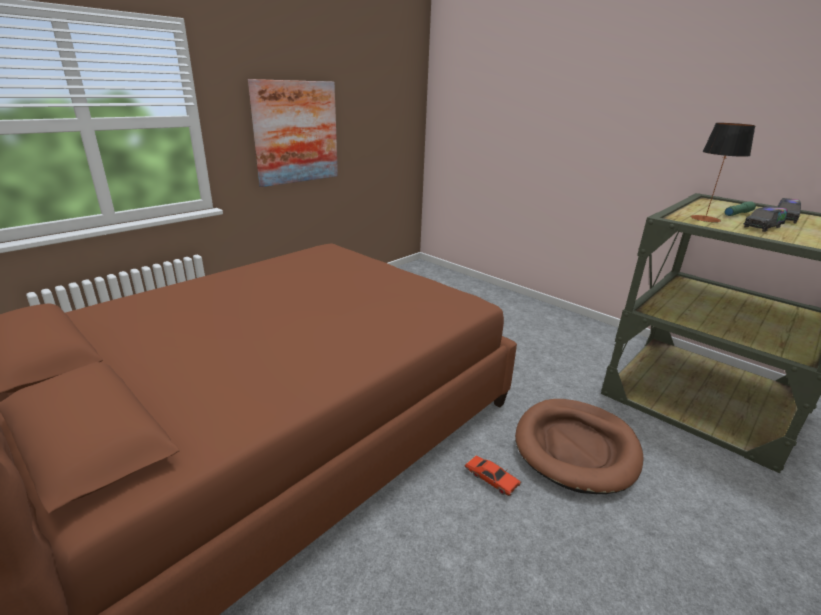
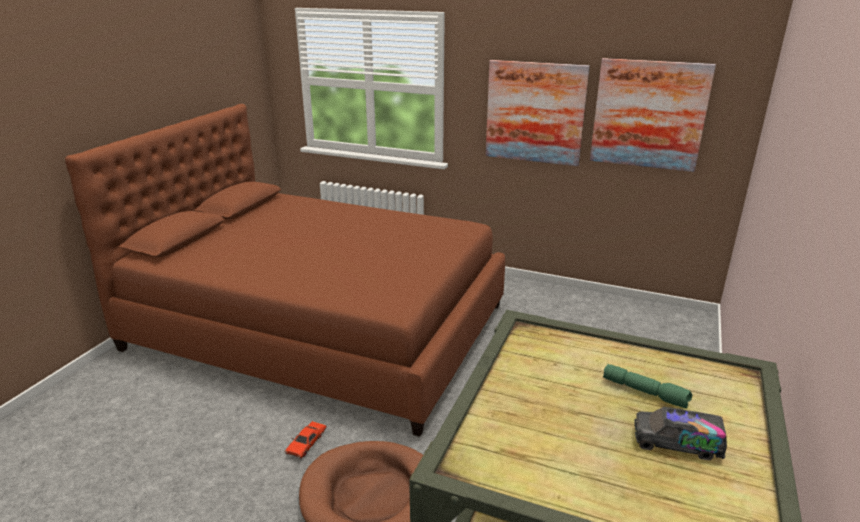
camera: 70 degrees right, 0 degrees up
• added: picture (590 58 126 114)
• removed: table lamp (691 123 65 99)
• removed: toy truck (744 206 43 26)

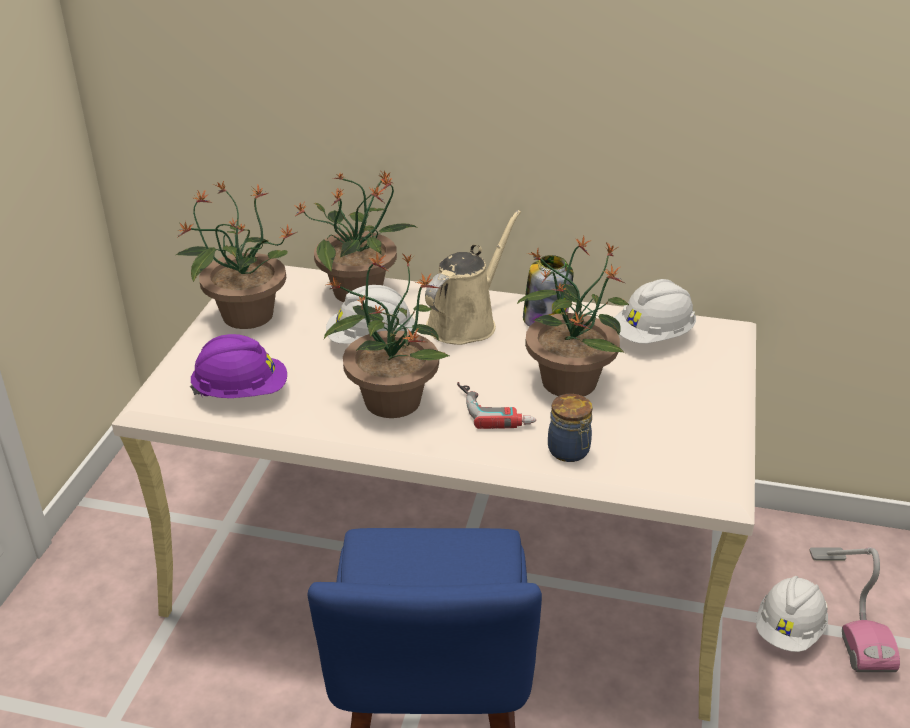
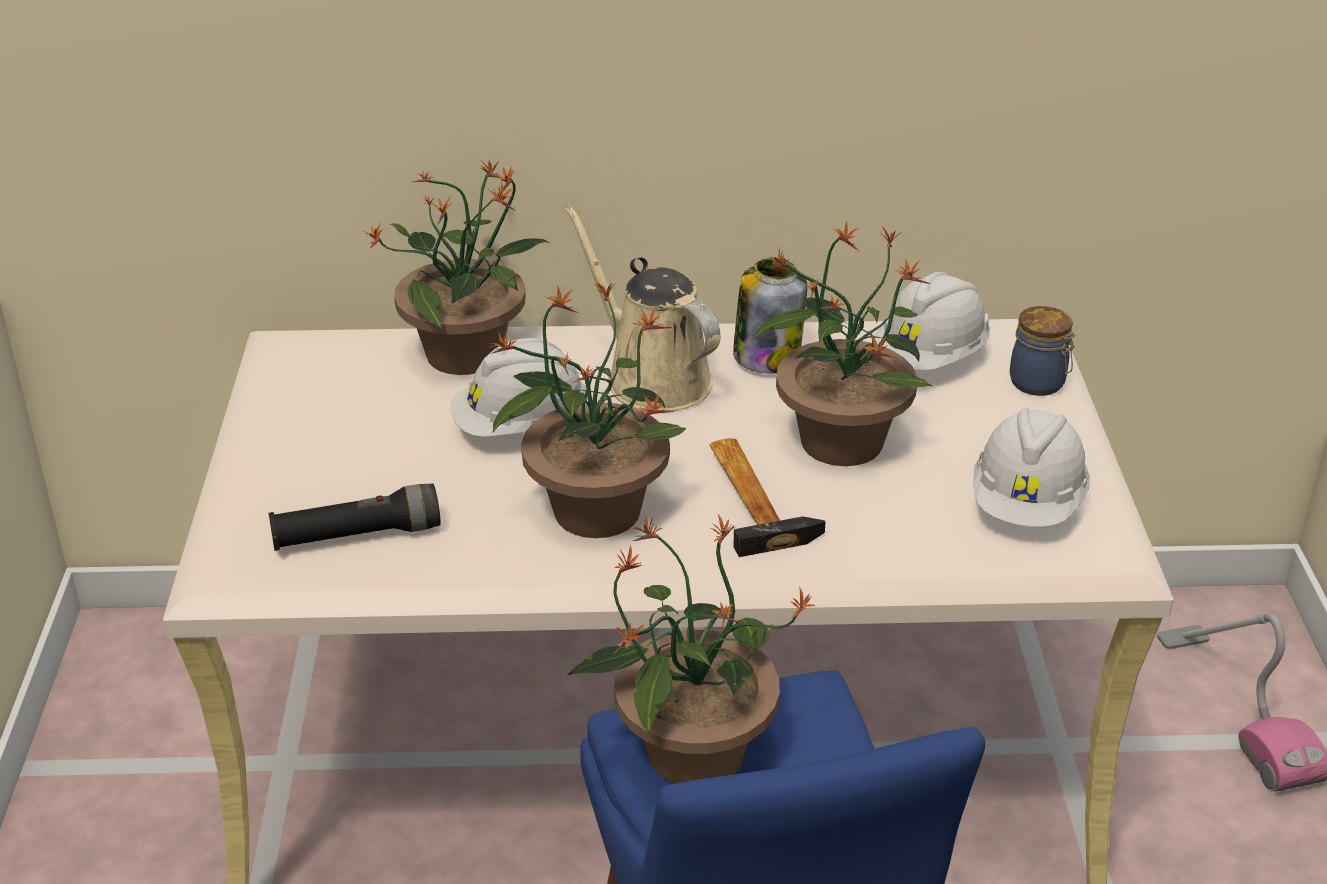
camera: 15 degrees left, 0 degrees up
• replaced: purple hard hat (190 334 97 64) to black flashlight (268 484 173 67)
• turned: beige watering can (425 210 96 135) = (564 205 157 206) 60 degrees counterclockwise
• moved: potted plant (176 180 121 149) to (568 514 248 270)
• replaced: power drill (457 382 79 47) to hammer (709 438 116 119)
• moved: white hard hat (756 576 72 76) to (973 408 117 119)
• moved: jar (548 394 45 68) to (1010 306 65 90)

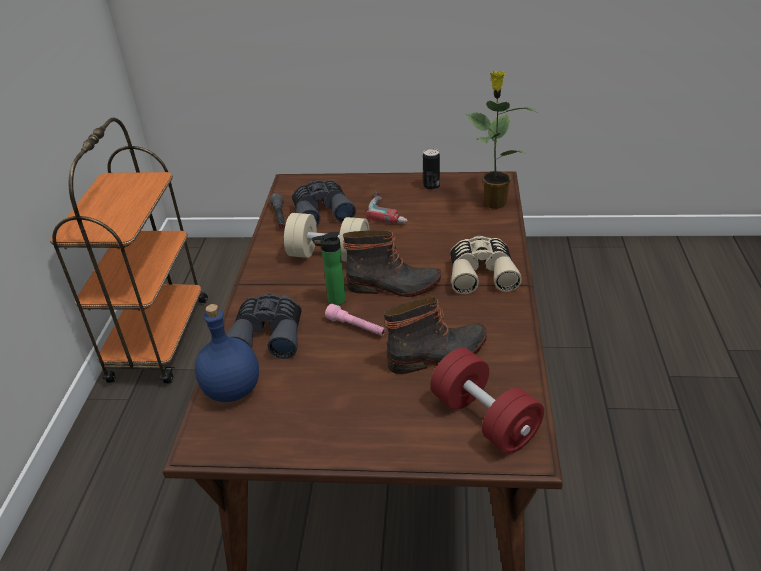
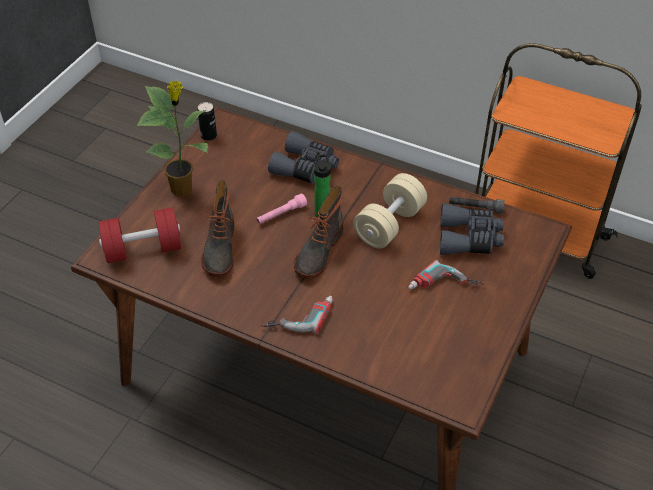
camera: 110 degrees right, 10 degrees up
• moved: potted plant (465 71 73 138) to (137 81 71 116)
• moved: can (423 148 17 42) to (197 102 20 39)
• replaced: beige binoculars (450 236 72 58) to power drill (261 296 72 38)
• removed: blue bottle (195 304 64 98)

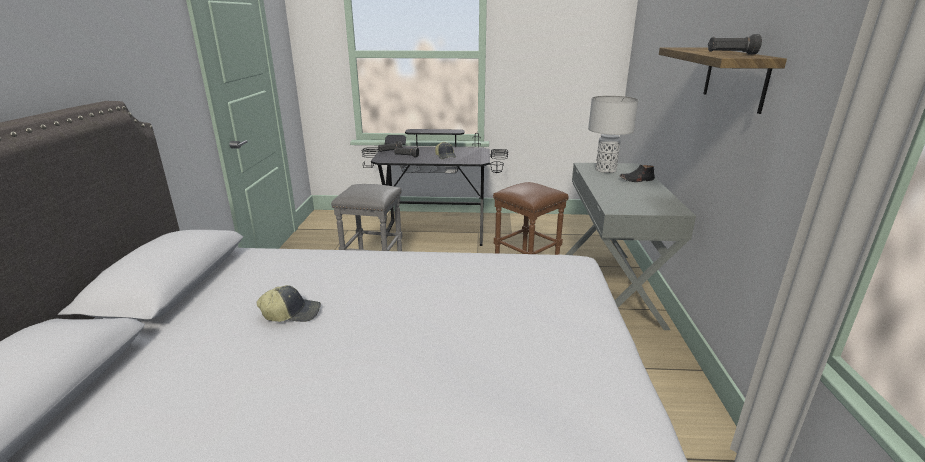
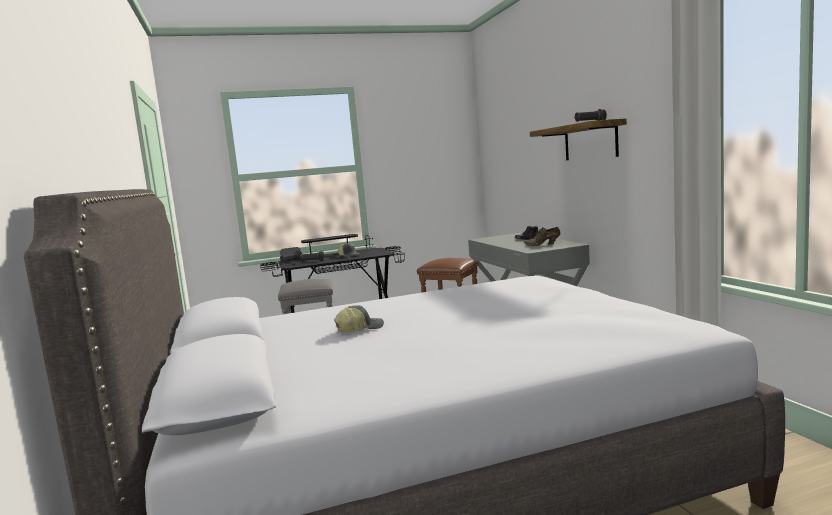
camera: 20 degrees left, 15 degrees down
• added: brown shoe (524 227 37 19)
• removed: white table lamp (588 96 50 77)

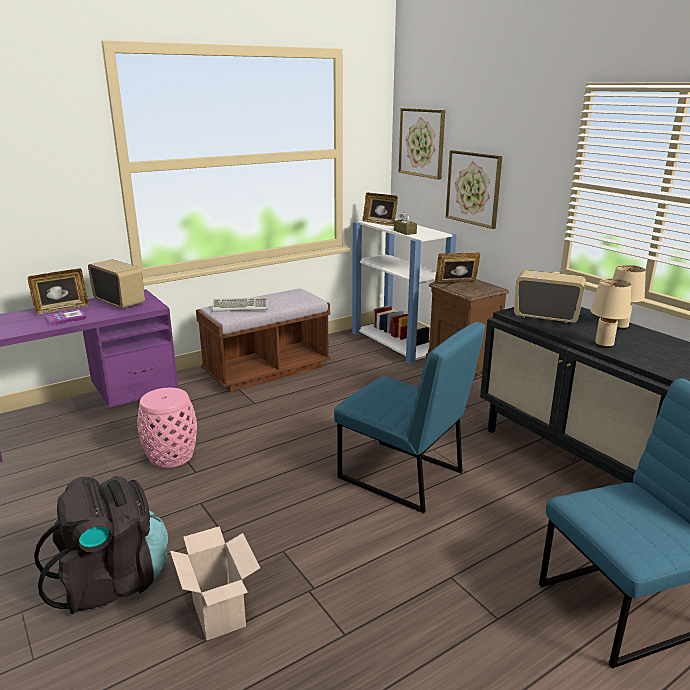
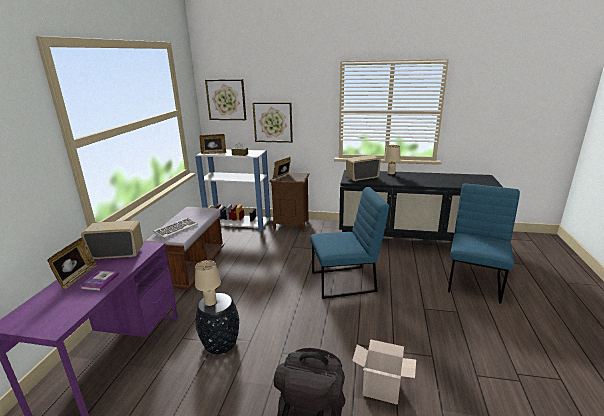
camera: 45 degrees left, 0 degrees up
• moved: beige table lamp (591 279 40 69) to (195 260 26 47)
• recoloured: pink stool (137 388 60 80) to black stool (196 293 43 61)

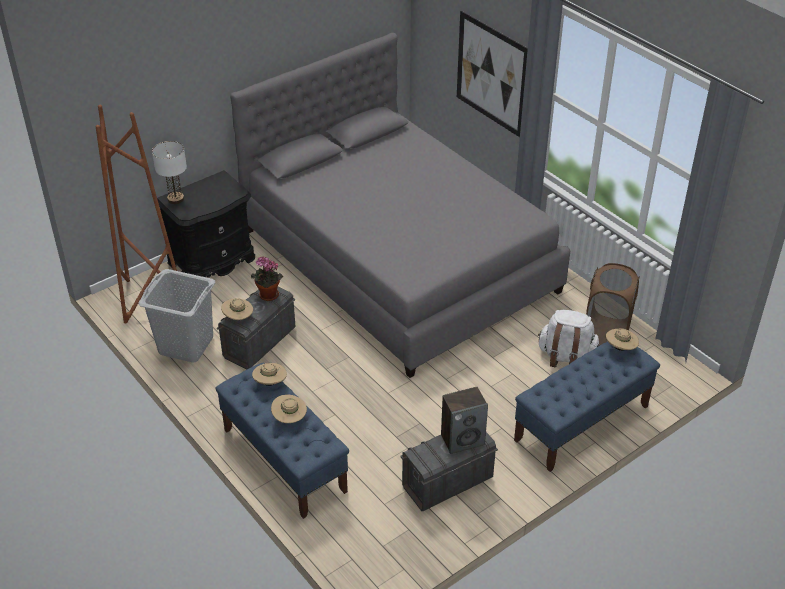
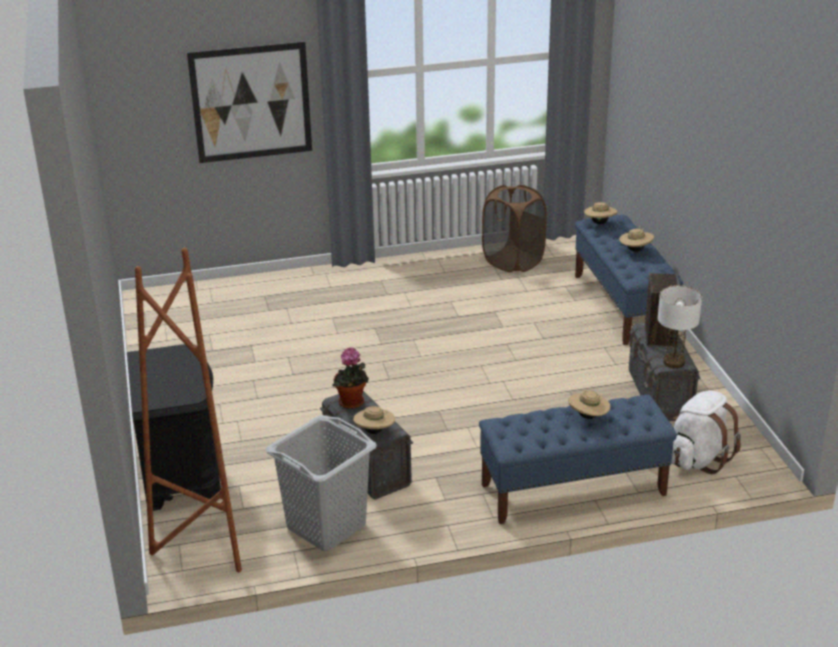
camera: 65 degrees left, 10 degrees down
• moved: beige hat (252 363 35 23) to (619 229 35 23)
• moved: table lamp (152 141 35 63) to (658 285 44 84)
• moved: white backpack (538 310 61 57) to (671 390 70 84)
• removed: grey bed (230 33 340 345)

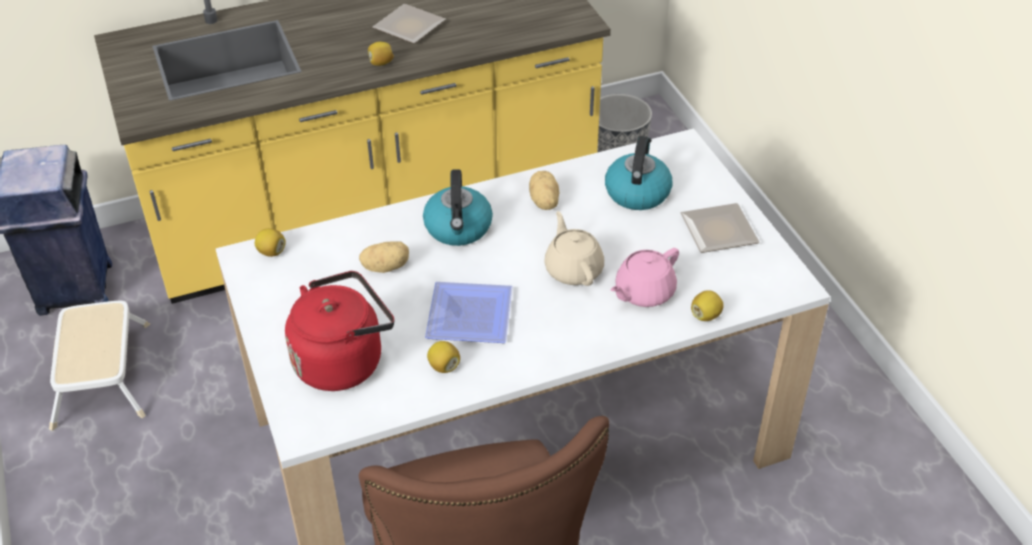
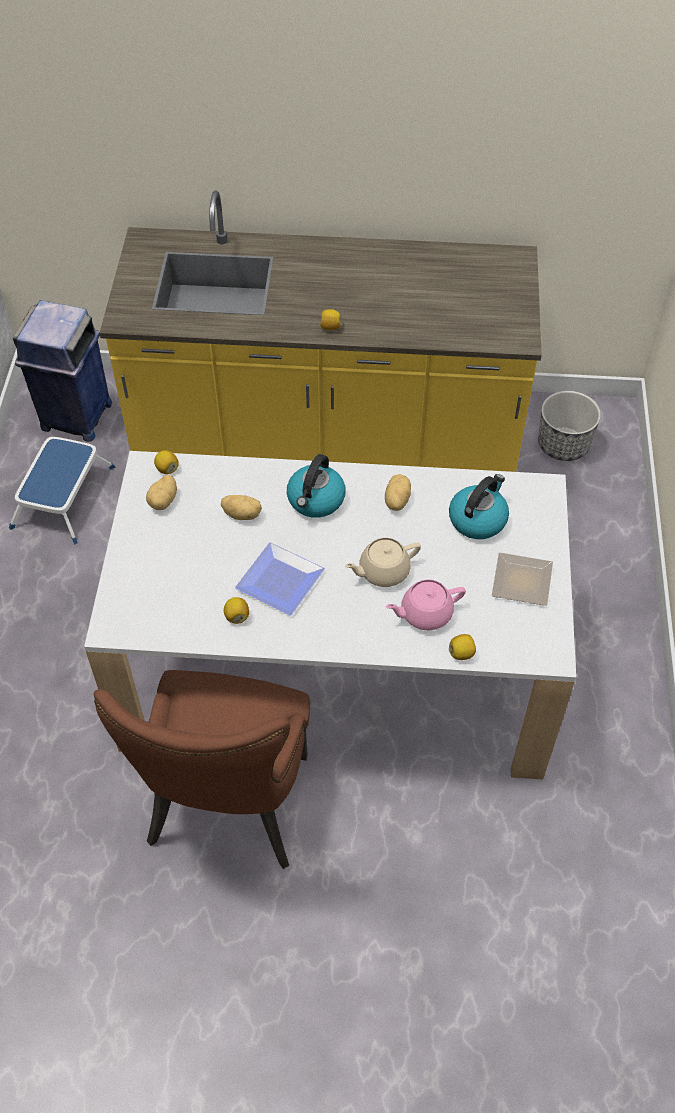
camera: 25 degrees right, 10 degrees up
• recoloured: beige step ladder (49 301 101 130) to blue step ladder (9 437 106 107)
• added: potato (146 475 31 35)
• turned: beige teapot (544 211 60 75) = (345 538 76 49) 120 degrees counterclockwise
• removed: red kettle (285 271 109 120)
• removed: plate (372 4 74 40)

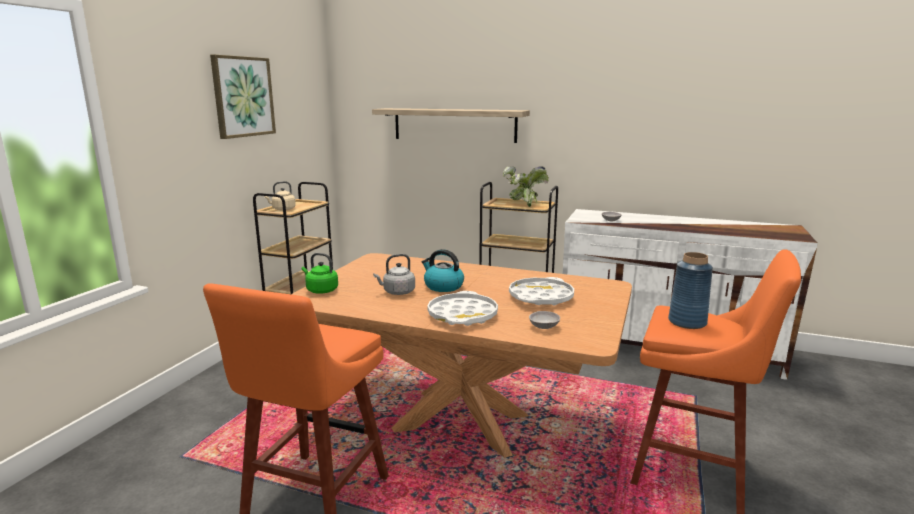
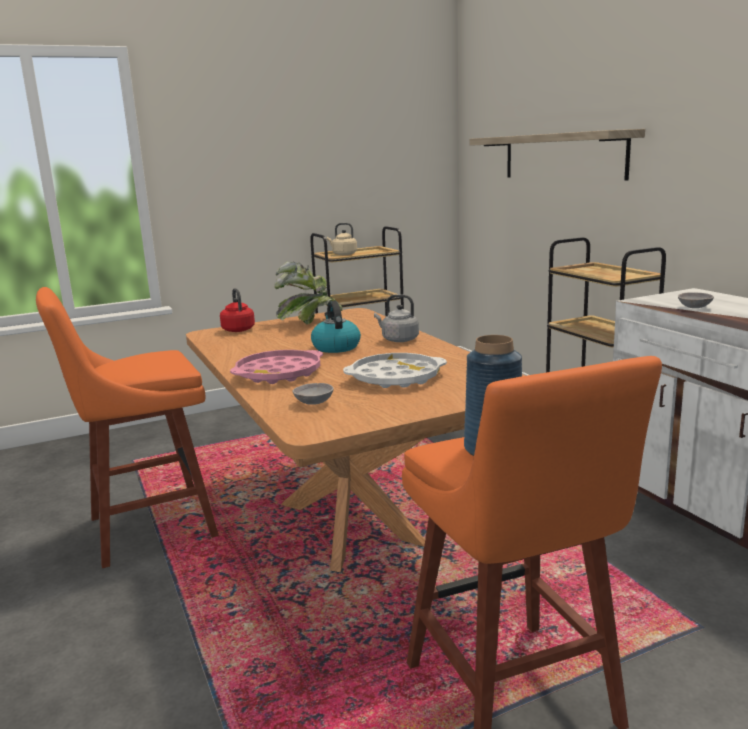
camera: 45 degrees right, 0 degrees up
• recoloured: green kettle (302 253 36 41) to red kettle (220 288 35 44)
• recoloured: white tray (427 291 71 35) to pink tray (230 350 93 34)
• moved: potted plant (503 166 46 41) to (274 262 68 62)
• moved: grey kettle (373 254 42 41) to (374 294 45 48)
• removed: picture (210 55 66 84)

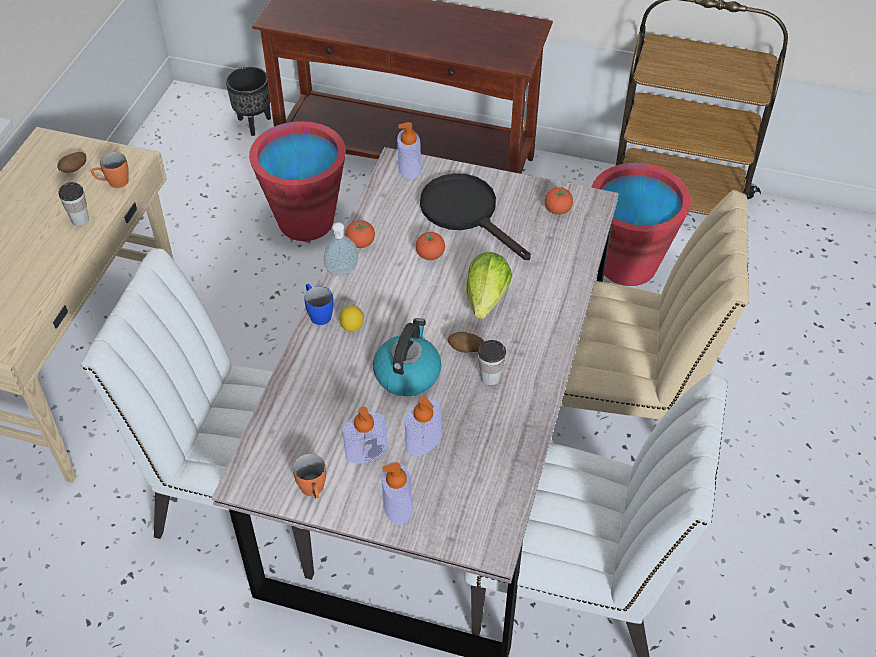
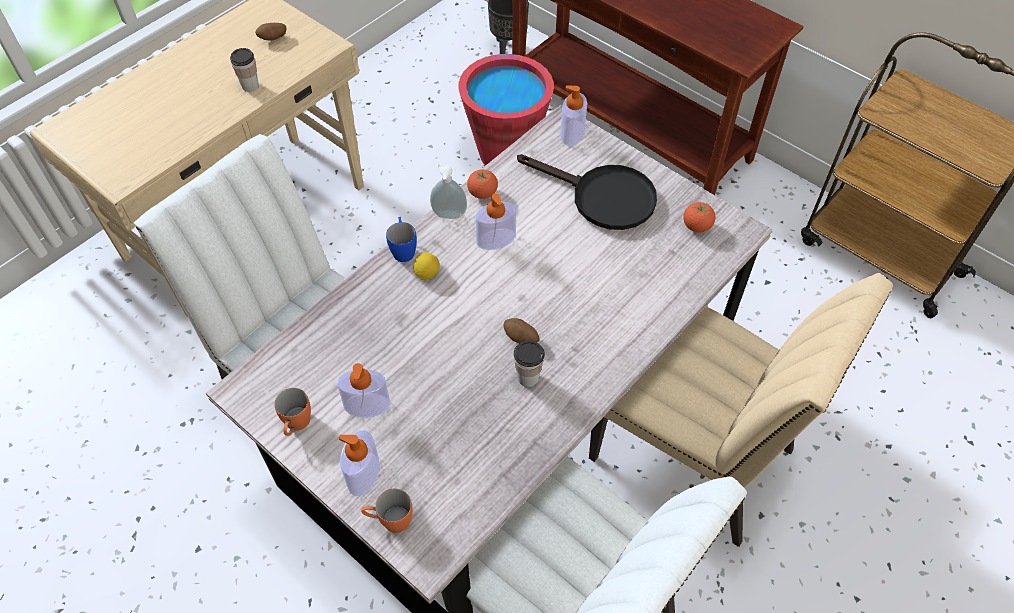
camera: 25 degrees right, 5 degrees up
• moved: orange mug (91 152 38 36) to (361 488 52 45)
• moved: soap dispenser (405 397 37 59) to (475 193 41 57)
• turned: black frying pan (420 173 111 87) = (517 154 140 76) 135 degrees clockwise
• removed: kettle (373 318 68 78)
• removed: tomato (416 232 29 28)
• removed: lettuce (466 252 46 67)
• removed: red bucket (591 163 100 123)

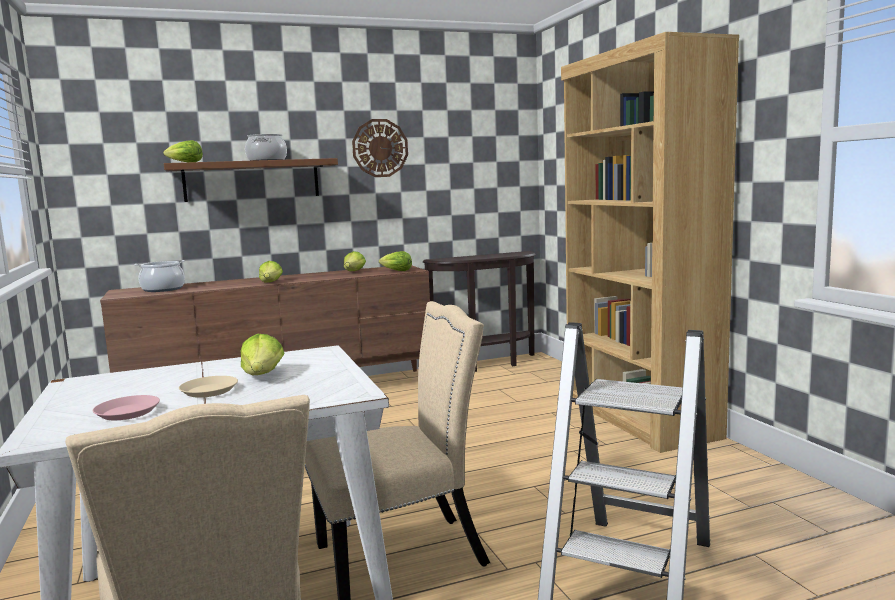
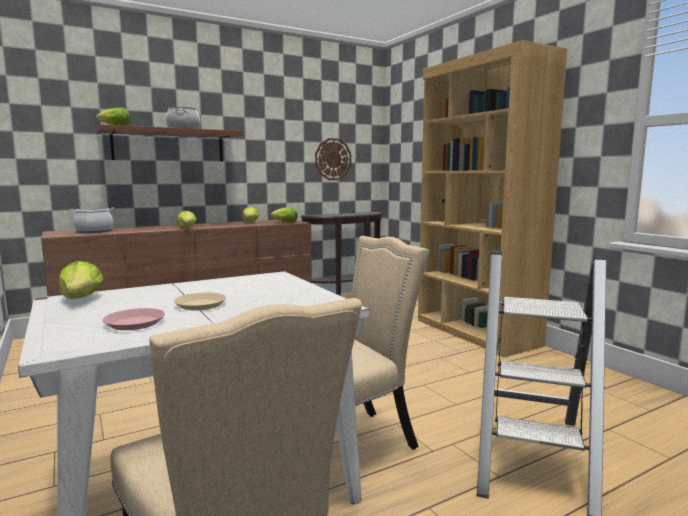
camera: 10 degrees left, 0 degrees up
• moved: lettuce (241 334 43 41) to (59 261 45 38)
• moved: wall clock (352 119 56 58) to (315 138 36 42)

